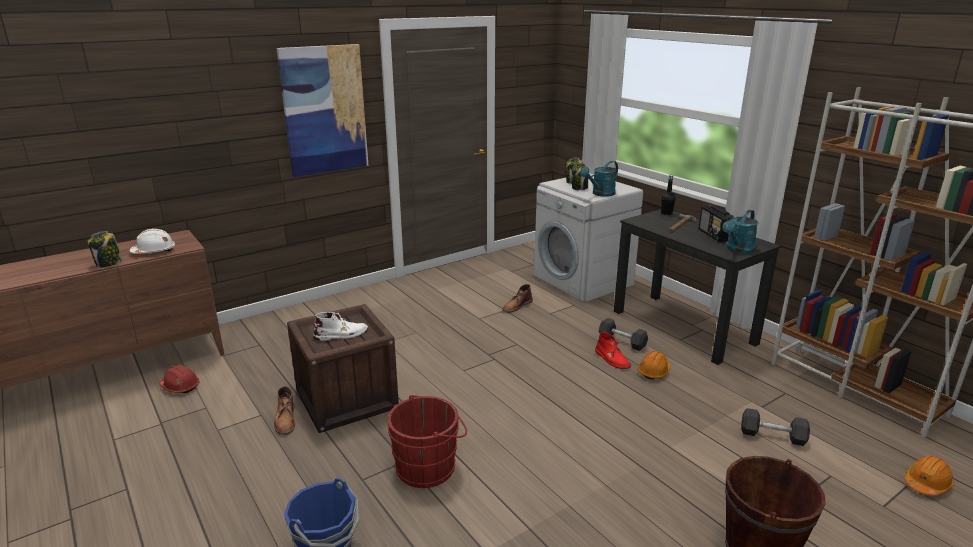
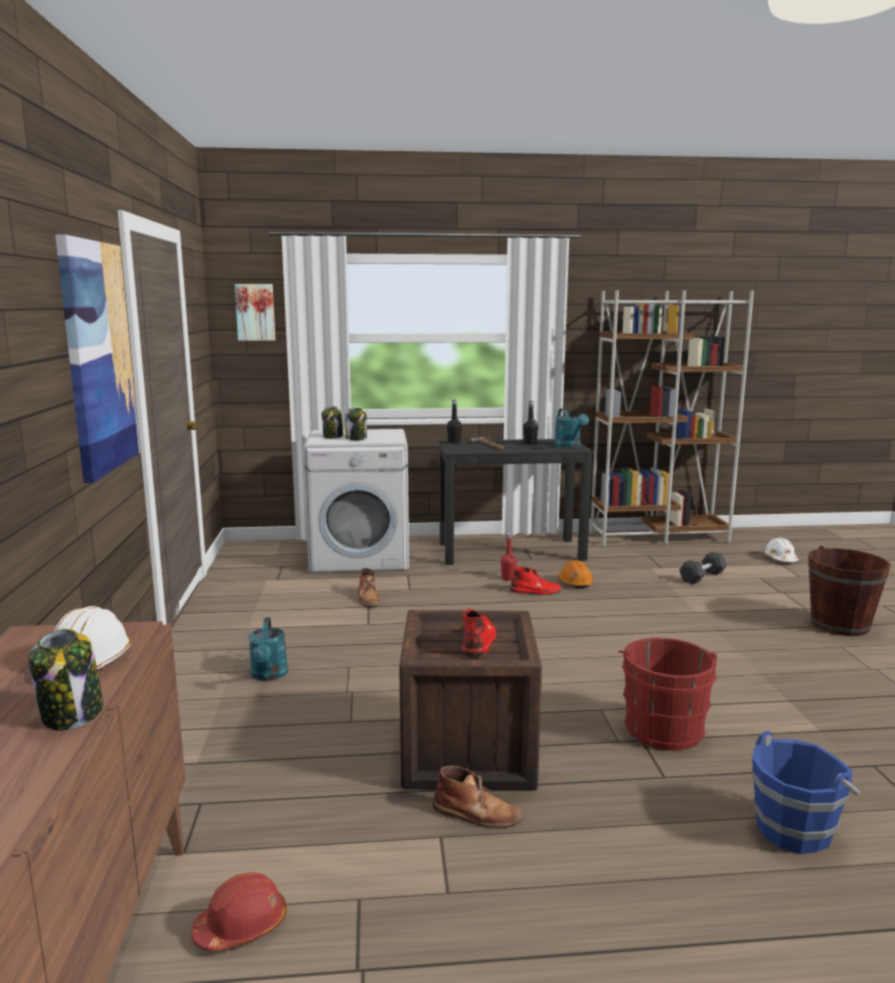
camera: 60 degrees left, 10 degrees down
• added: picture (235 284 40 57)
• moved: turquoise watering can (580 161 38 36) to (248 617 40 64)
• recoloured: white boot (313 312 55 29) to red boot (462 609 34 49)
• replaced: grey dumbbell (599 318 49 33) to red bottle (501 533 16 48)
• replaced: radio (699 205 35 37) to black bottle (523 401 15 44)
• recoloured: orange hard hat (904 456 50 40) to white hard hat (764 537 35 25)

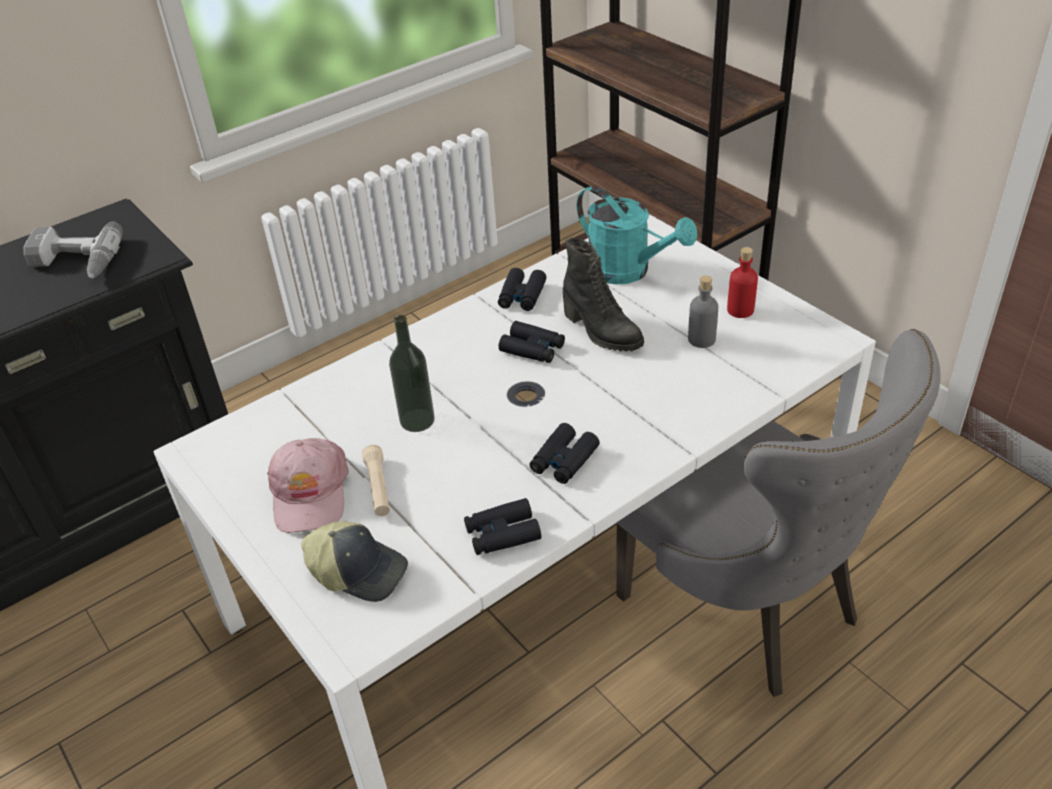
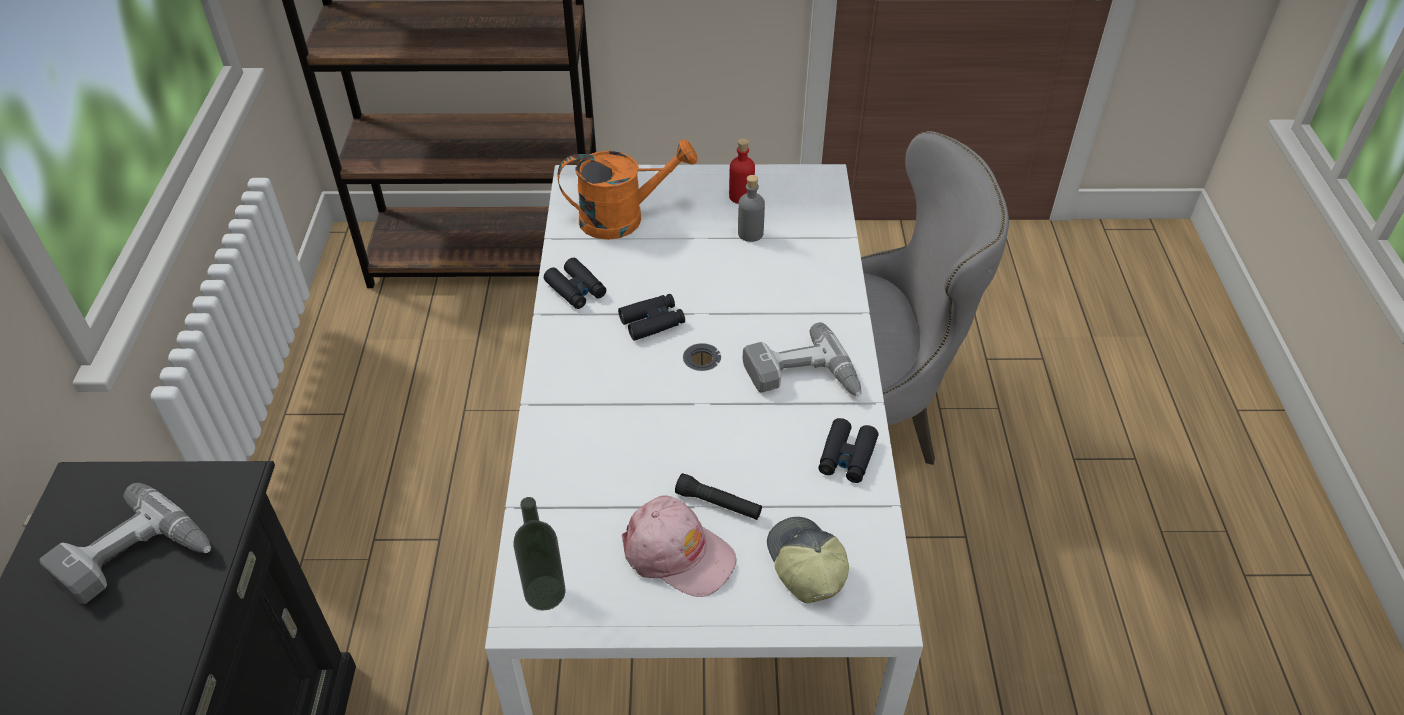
camera: 55 degrees left, 5 degrees up
• moved: bottle (389 315 46 117) to (513 497 53 114)
• recoloured: turquoise watering can (577 186 121 99) to orange watering can (557 139 140 101)
• recoloured: beige flashlight (362 445 28 71) to black flashlight (675 473 87 47)
• replaced: black binoculars (530 423 70 61) to power drill (743 322 118 74)
• turned: cap (301 521 107 81) = (767 517 82 86) 75 degrees counterclockwise
• removed: black boot (563 238 81 113)

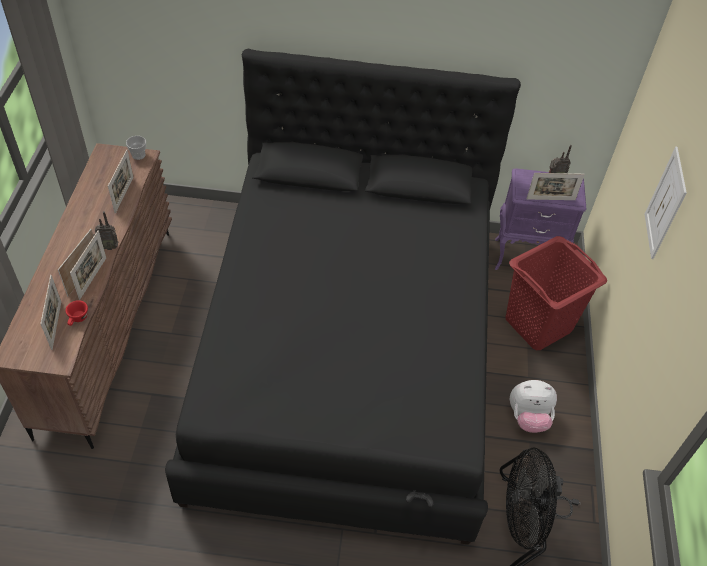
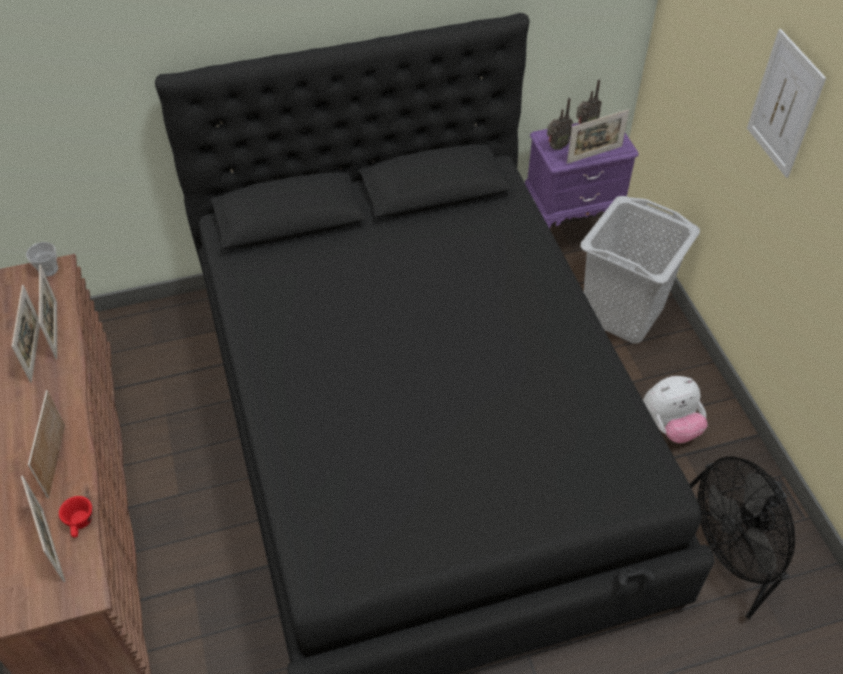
camera: 20 degrees left, 0 degrees up
• moved: picture frame (70 230 36 70) to (12 285 28 98)
• moved: radio (94 211 24 39) to (547 98 26 52)
• recoloured: red laundry basket (505 236 102 114) to grey laundry basket (580 196 120 148)

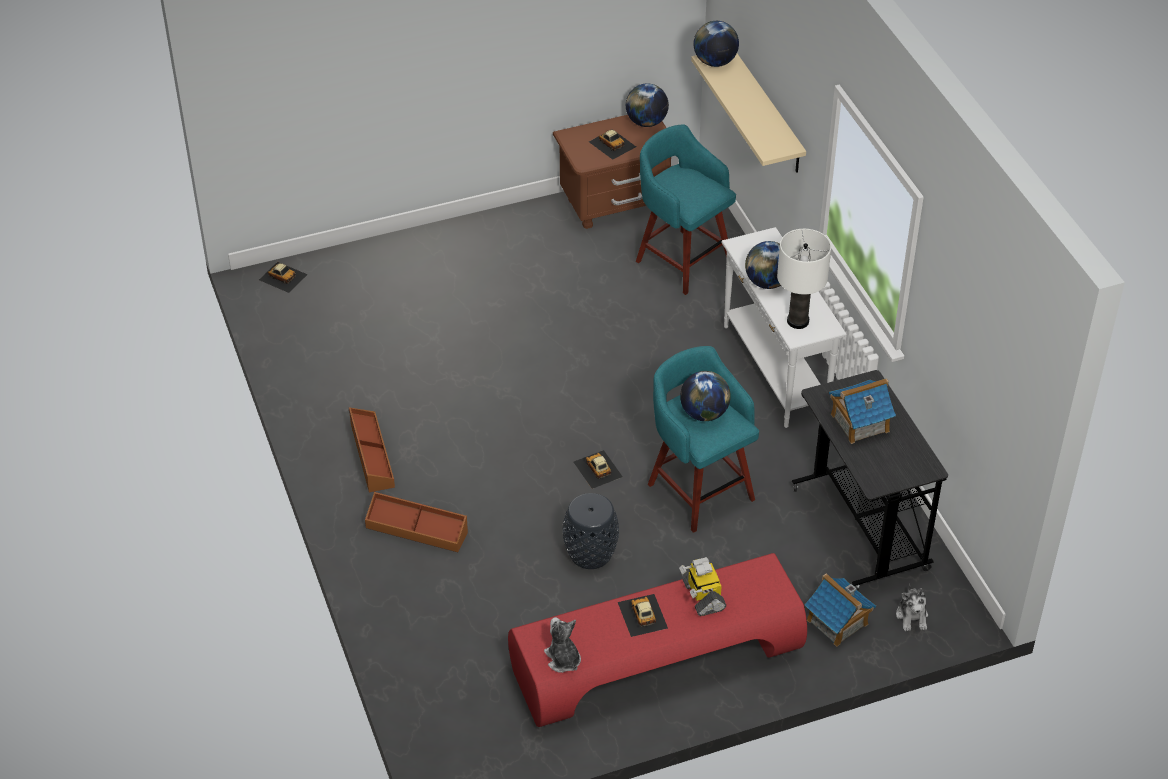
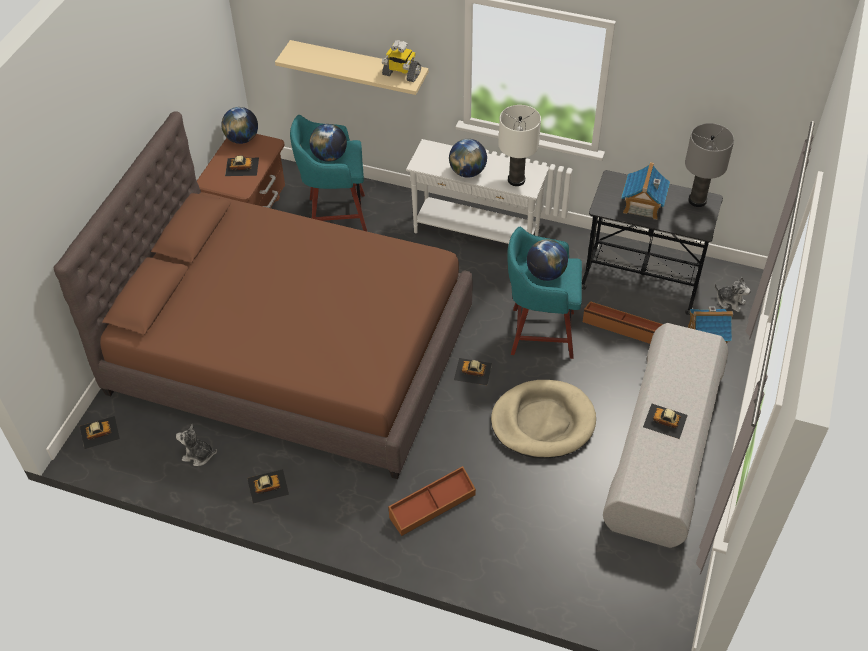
camera: 50 degrees left, 5 degrees up
• added: brown bed (54 112 419 367)
• moved: plush toy (544 617 37 56) to (176 424 41 42)
• added: toy car (247 469 42 35)
• moved: globe (694 21 45 46) to (309 124 38 38)
• moved: toy robot (679 557 47 59) to (382 40 39 42)
• replaced: black stool (563 493 56 76) to beige dog bed (491 380 105 79)
• moved: brown storage box (349 407 46 85) to (583 301 80 43)
• recoloured: red bench (508 553 299 174) to grey bench (603 323 125 225)
• added: grey table lamp (685 123 49 84)

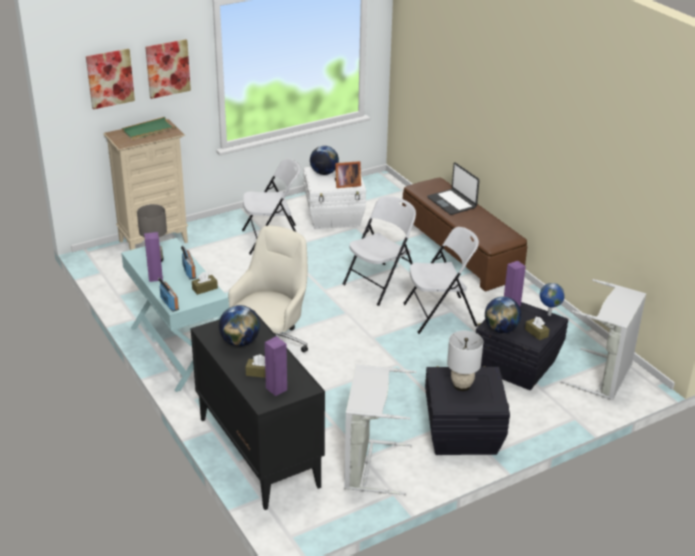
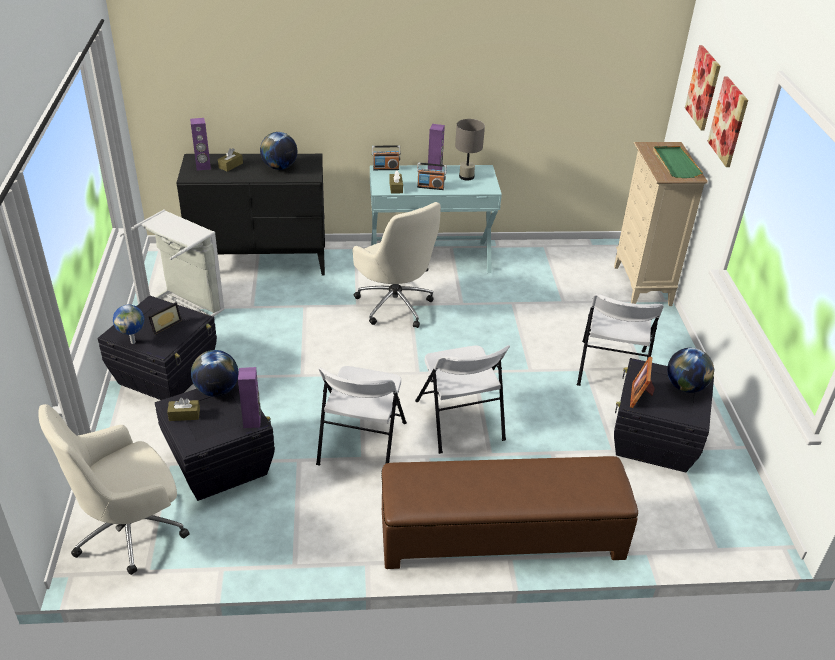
camera: 115 degrees right, 5 degrees up
• replaced: grey laundry basket (561 279 85 121) to beige office chair (38 404 152 171)
• moved: globe (540 283 25 33) to (113 304 31 40)
• replaced: white table lamp (447 330 36 61) to picture frame (148 302 34 33)
• recoloured: white storage box (304 167 62 62) to black storage box (614 358 100 115)
• removed: laptop (427 163 52 52)

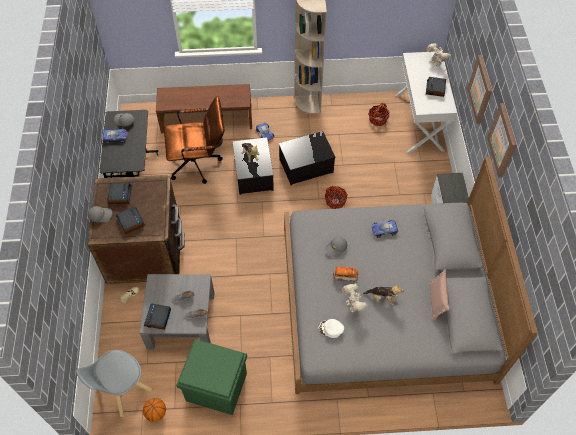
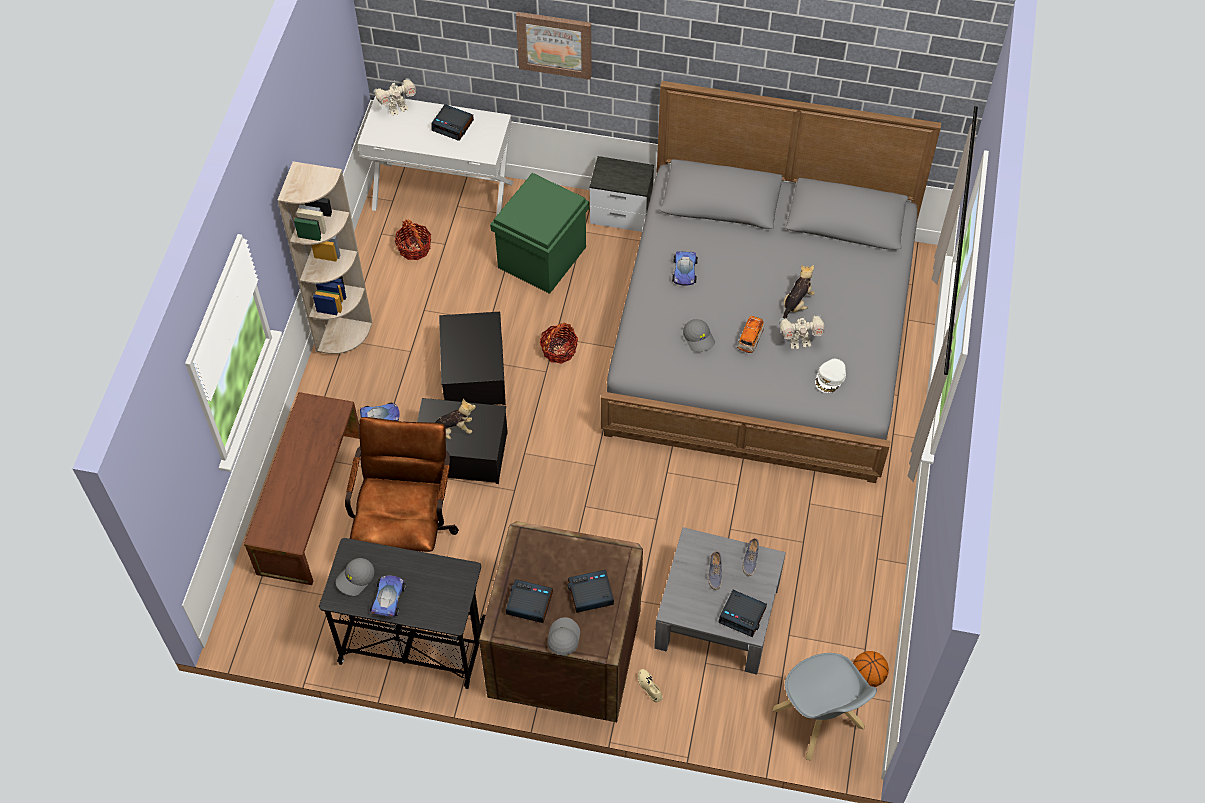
camera: 75 degrees left, 0 degrees up
• moved: green storage box (176 339 71 76) to (490 173 100 121)
• removed: beige pillow (429 269 21 52)
• removed: picture (487 103 29 75)

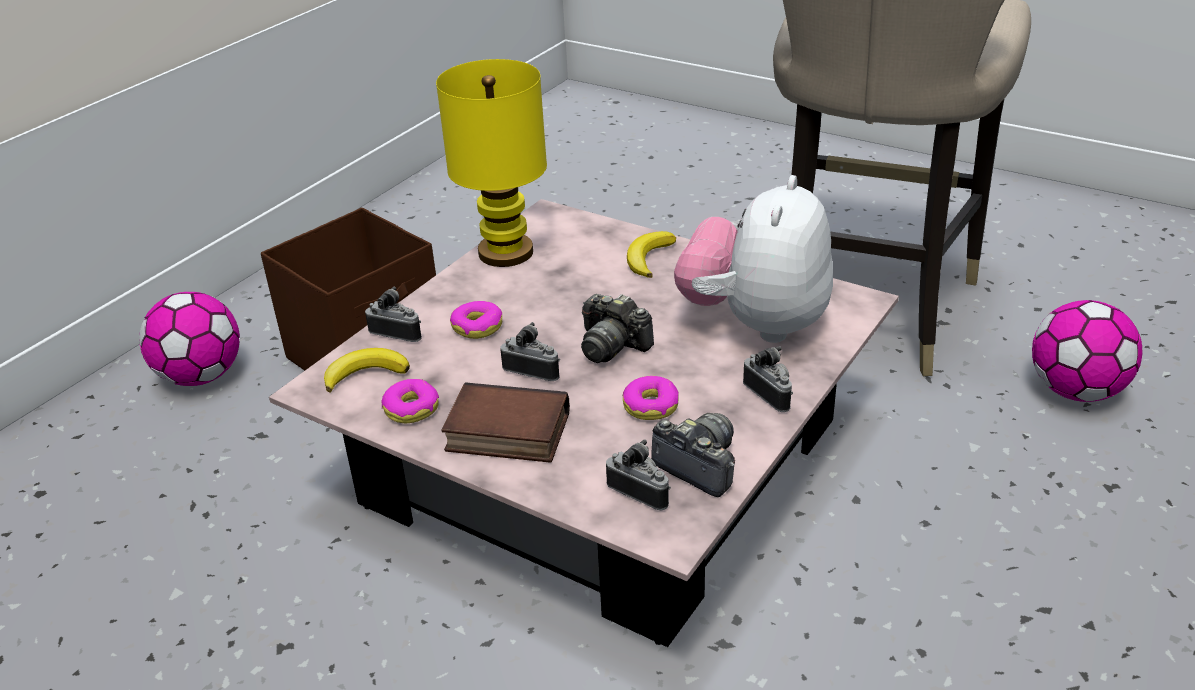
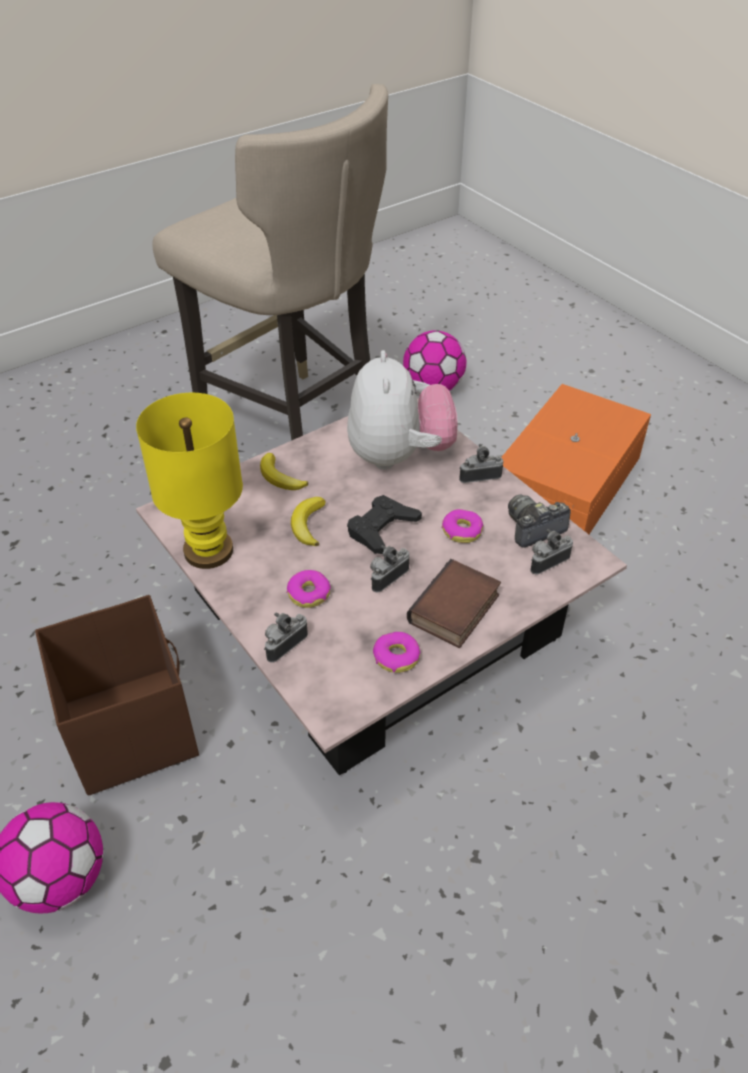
camera: 70 degrees left, 10 degrees up
• moved: banana (324 348 86 44) to (291 497 34 49)
• turned: plush toy (674 175 159 168) = (347 350 110 120) 135 degrees counterclockwise
• replaced: photo camera (581 294 73 69) to black game controller (347 495 75 59)
• added: orange storage box (501 384 150 150)

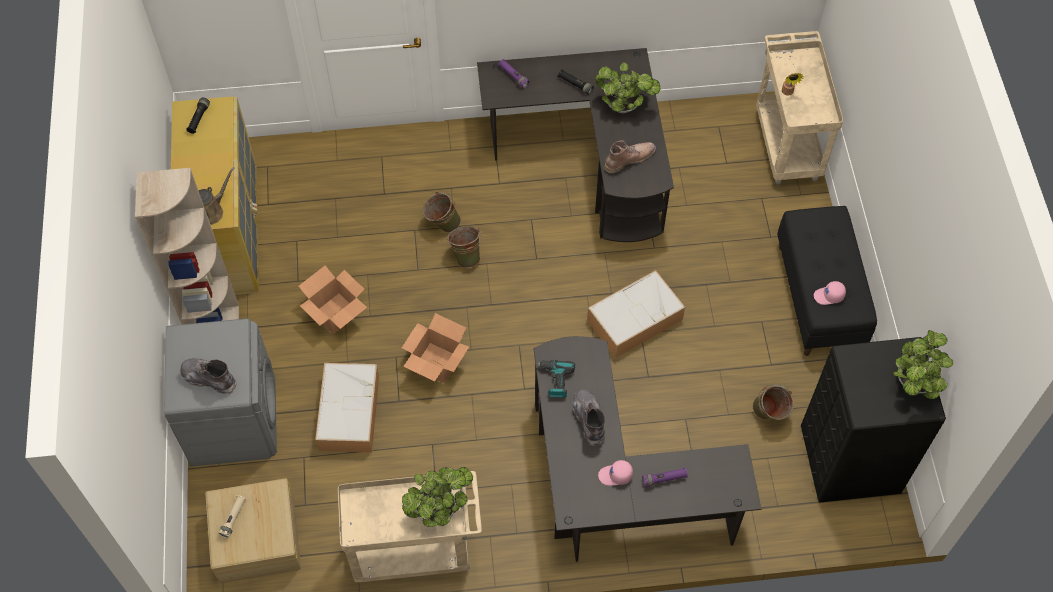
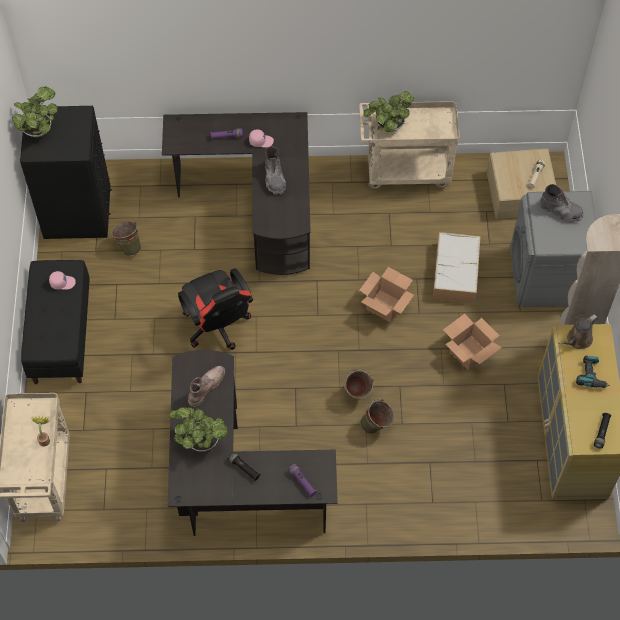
camera: 175 degrees left, 0 degrees up
• replaced: storage box (587 270 98 88) to black office chair (178 268 75 82)
• turned: brown boot (604 140 52 33) = (188 366 37 41) 150 degrees clockwise
• moved: power drill (536 360 39 38) to (576 356 34 32)

